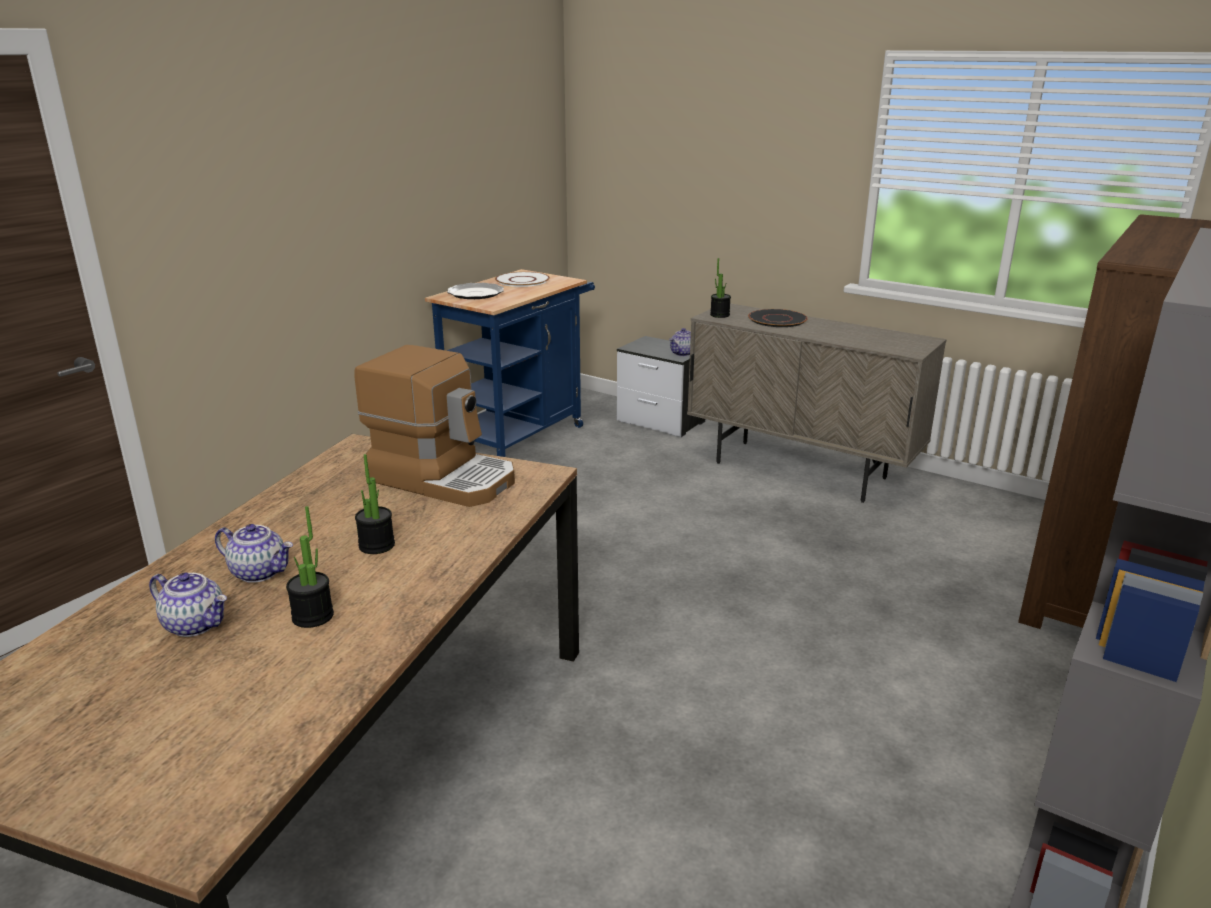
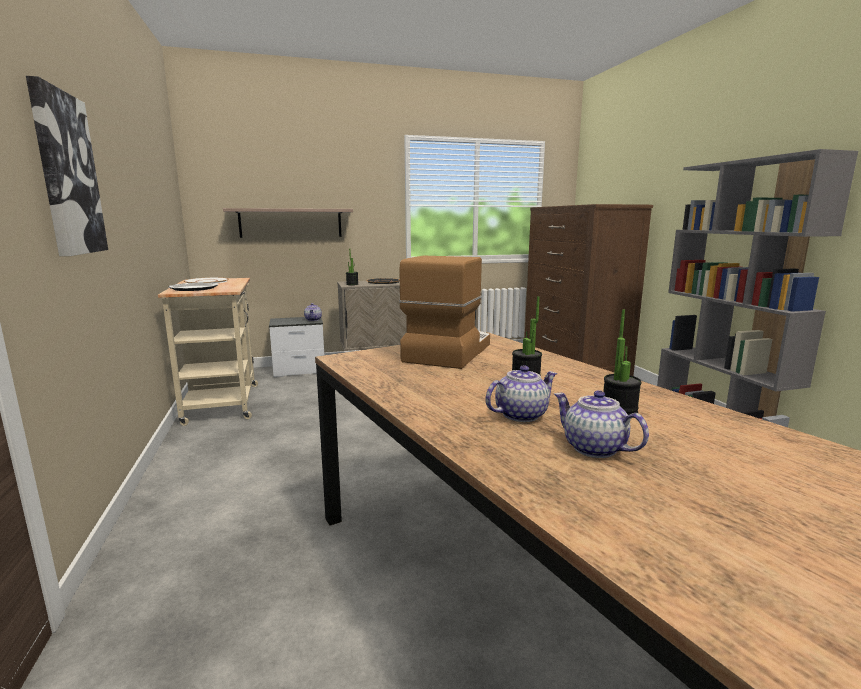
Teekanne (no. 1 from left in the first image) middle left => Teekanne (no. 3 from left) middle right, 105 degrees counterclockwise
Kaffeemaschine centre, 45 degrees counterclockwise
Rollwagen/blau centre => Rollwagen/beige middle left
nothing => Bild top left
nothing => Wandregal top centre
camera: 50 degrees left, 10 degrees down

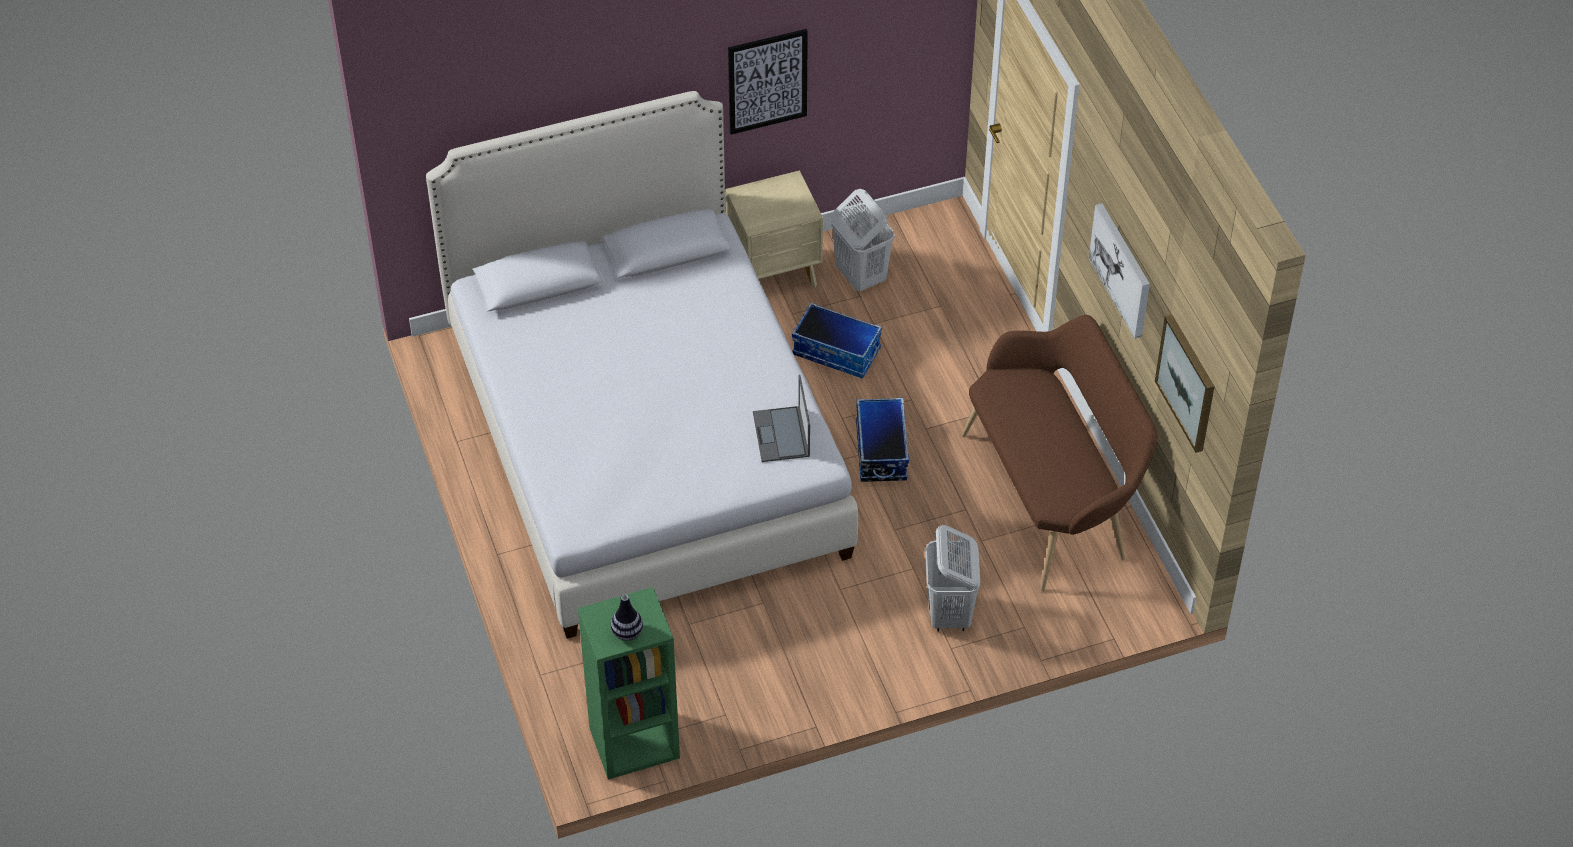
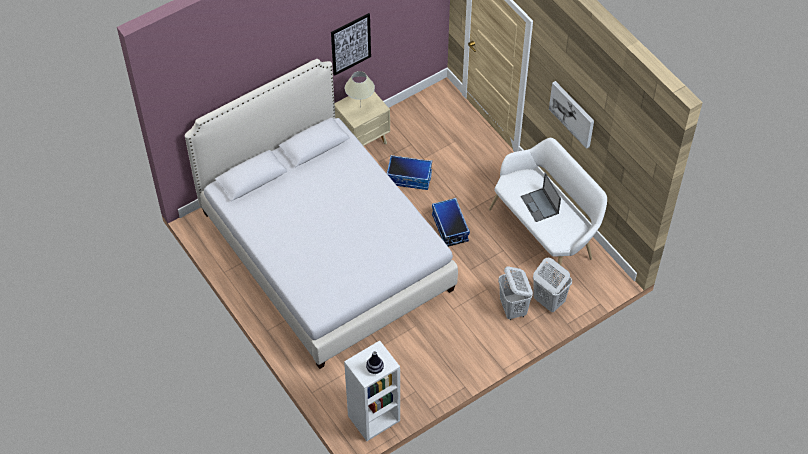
Bücherregal/grün bottom centre => Bücherregal/weiß bottom centre
Laptop centre => Laptop middle right, relocated
Wäschekorb/weiß (no. 1 from left in the first image) top centre => Wäschekorb/weiß (no. 2 from left) middle right, relocated
Bank/braun middle right => Bank/weiß middle right
Bild (no. 3 from left) middle right => nothing
nothing => Tischlampe/beige top centre
camera: 15 degrees left, 5 degrees up

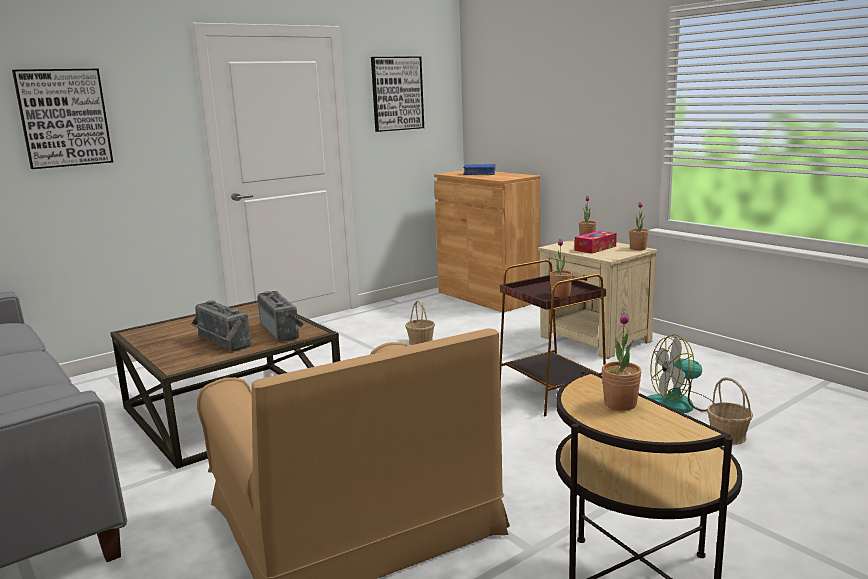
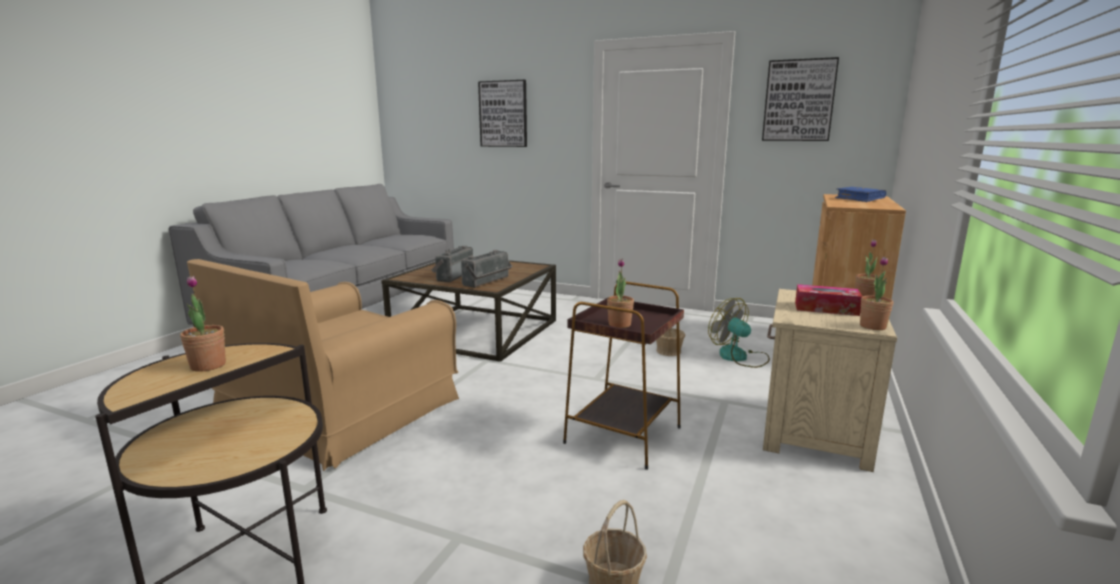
Ventilator middle right => Ventilator centre, relocated
camera: 60 degrees right, 0 degrees up

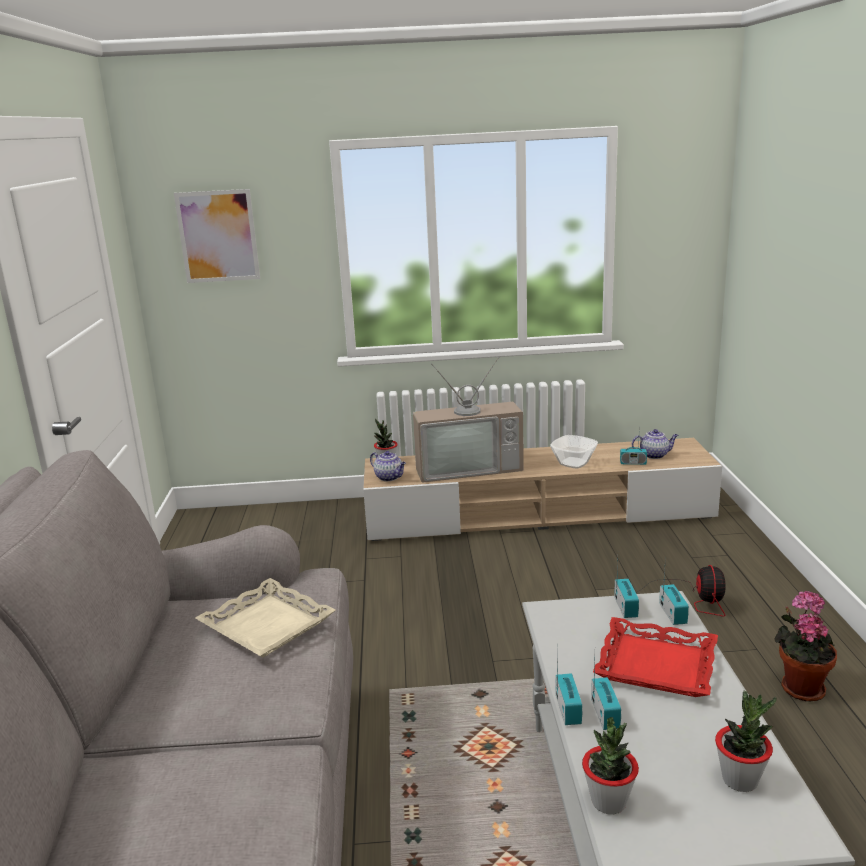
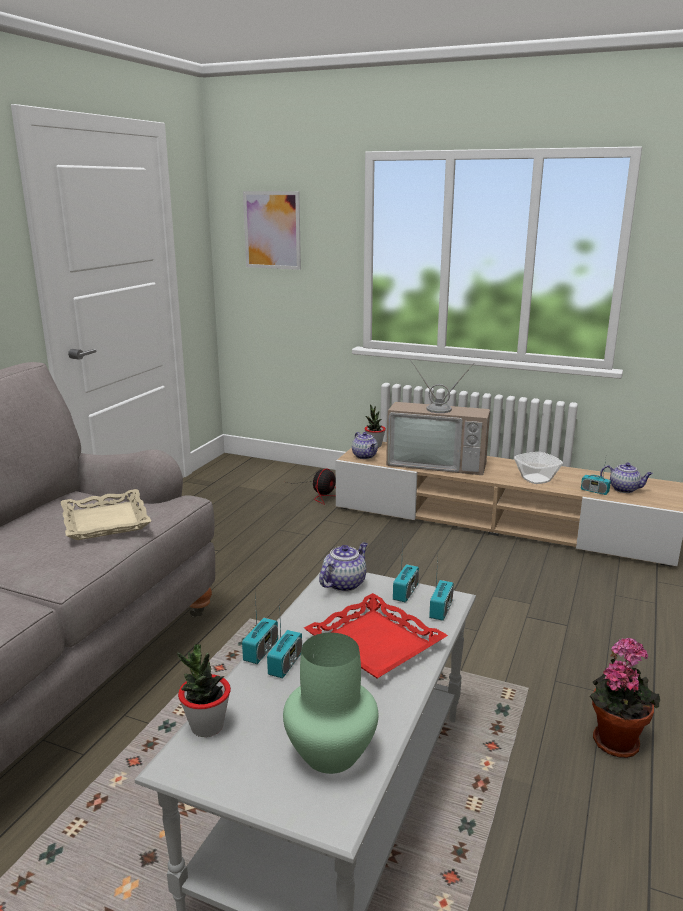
Ventilator bottom right => Ventilator centre, relocated
Topfpflanze (no. 3 from left) bottom right => Vase/grün bottom centre
nothing => Teekanne (no. 1 from left) centre
camera: 25 degrees right, 0 degrees up

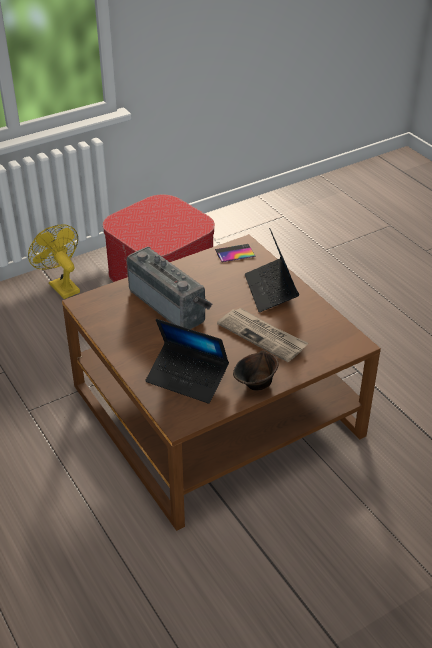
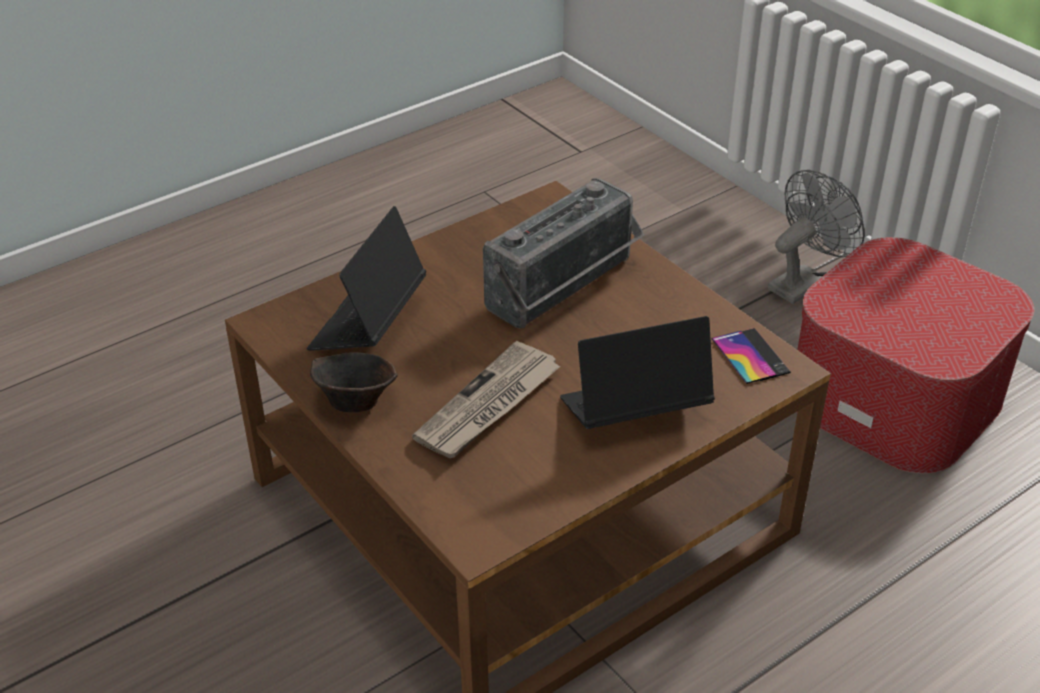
Ventilator/gelb middle left => Ventilator/grau middle right
camera: 85 degrees right, 0 degrees up

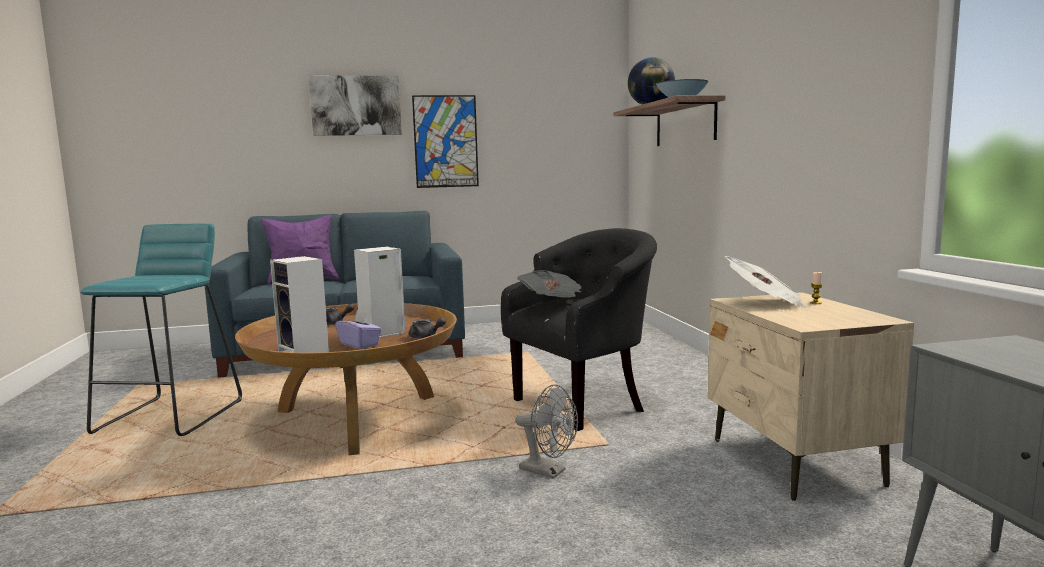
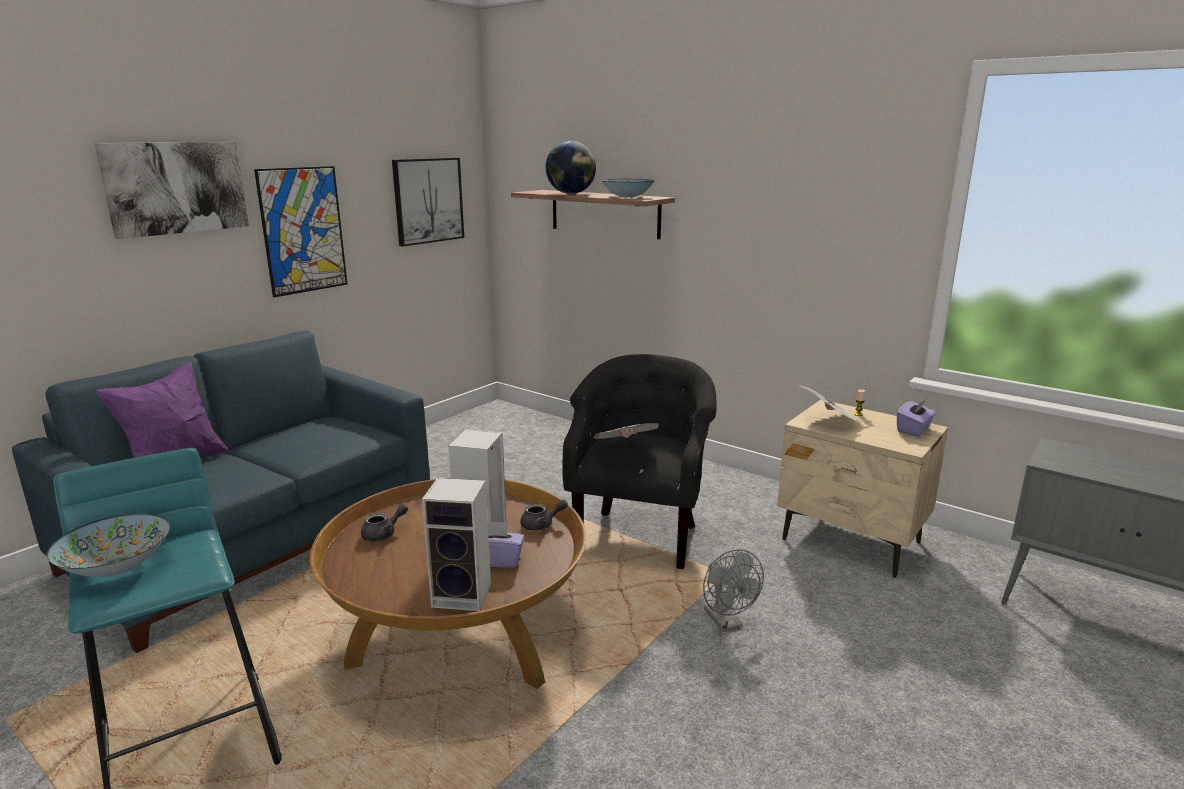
Ventilator/grau bottom centre, 75 degrees clockwise
nothing => Schüssel (no. 1 from left) bottom left
nothing => Bild (no. 3 from left) top centre
nothing => Taschentuchbox/lila (no. 2 from left) middle right
camera: 40 degrees left, 10 degrees up

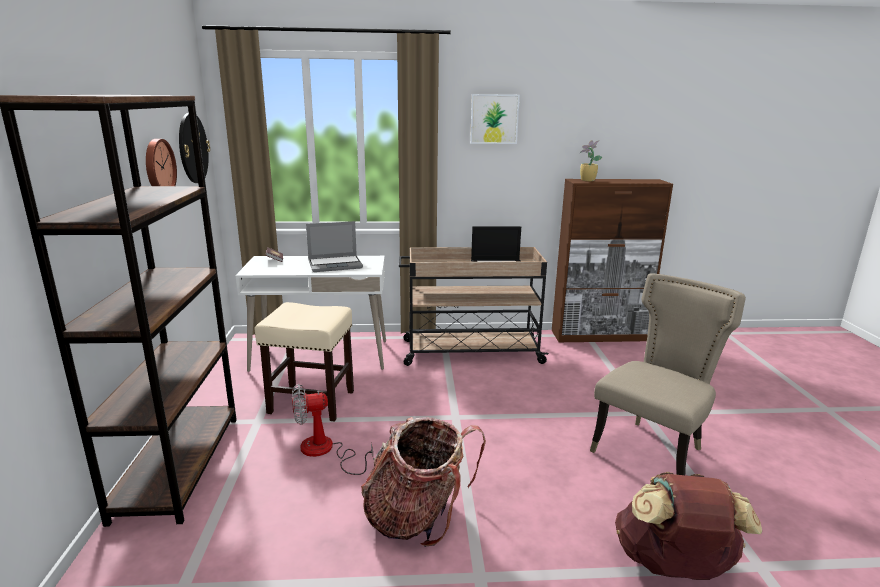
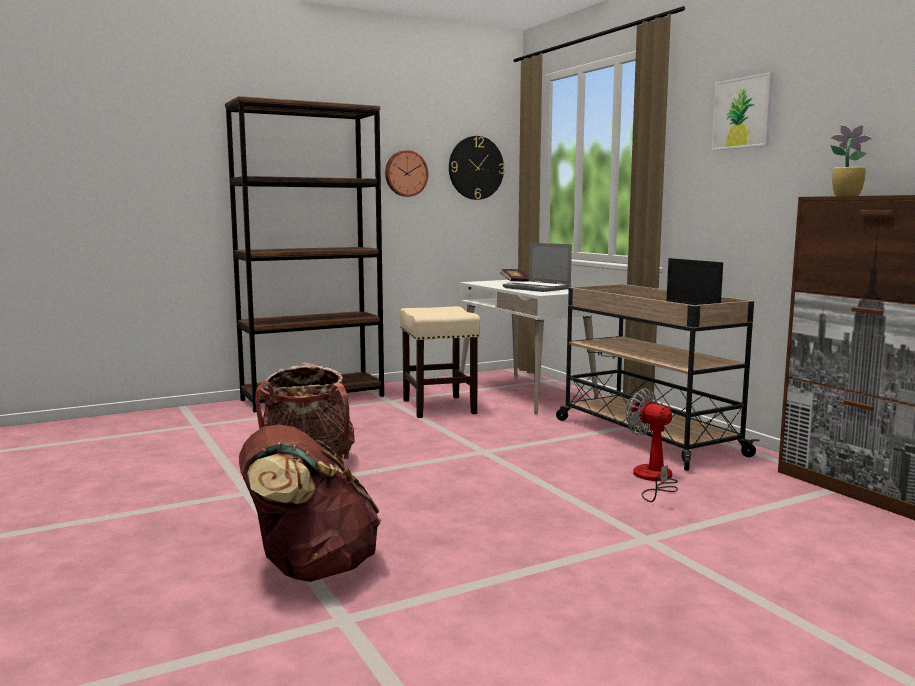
Ventilator bottom centre => Ventilator middle right, relocated
Stuhl/beige middle right => nothing
camera: 65 degrees right, 10 degrees down

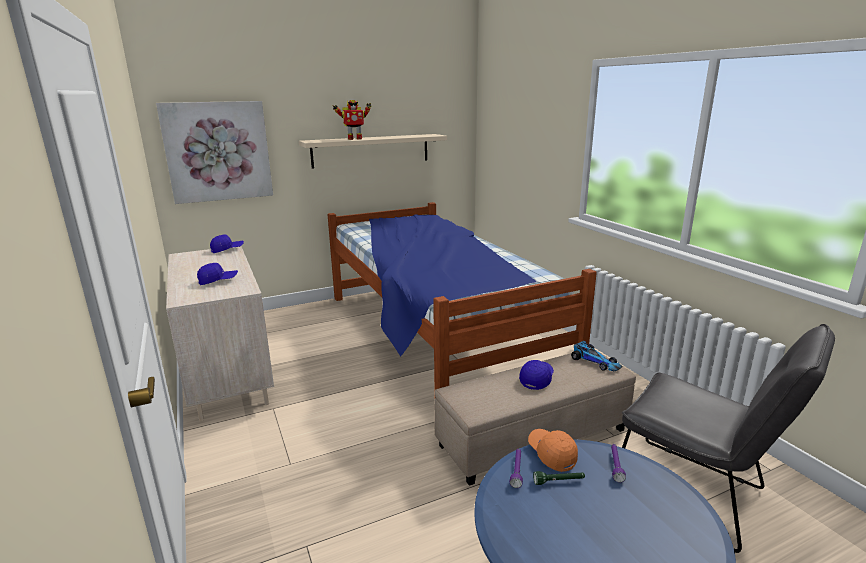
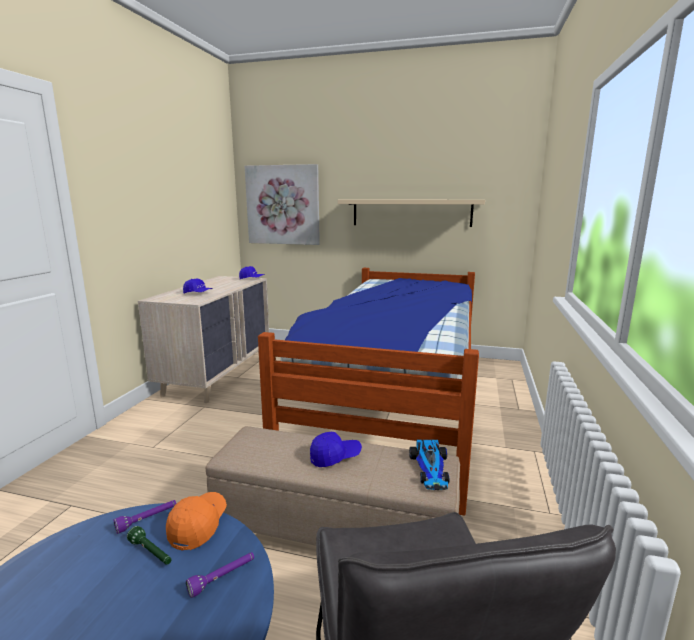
Spielzeugroboter top centre => nothing
camera: 40 degrees right, 5 degrees down

